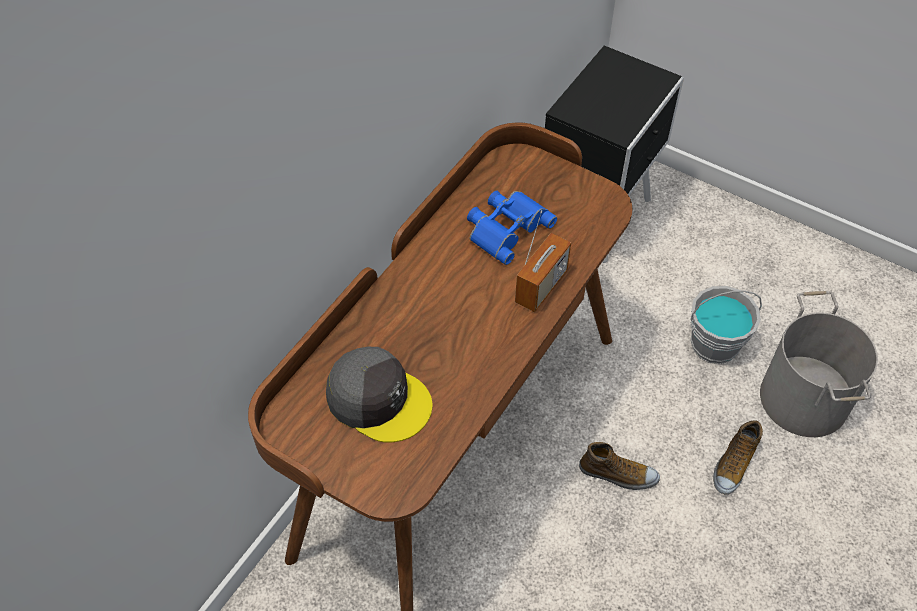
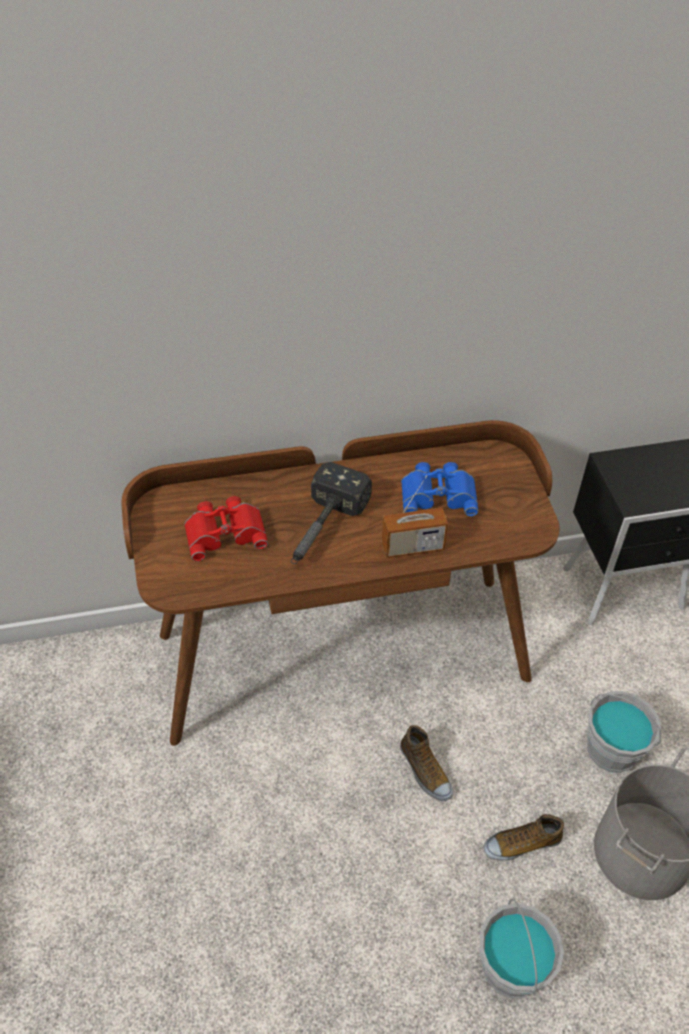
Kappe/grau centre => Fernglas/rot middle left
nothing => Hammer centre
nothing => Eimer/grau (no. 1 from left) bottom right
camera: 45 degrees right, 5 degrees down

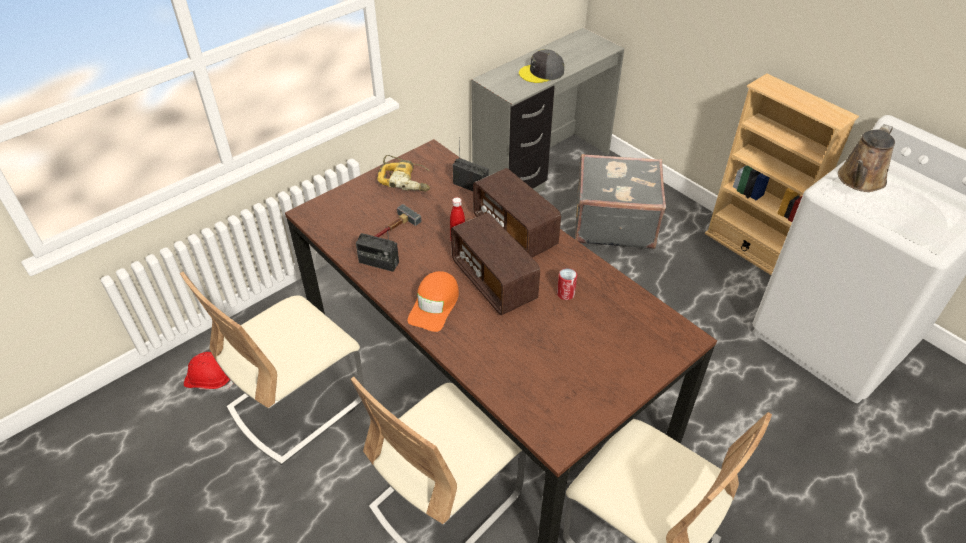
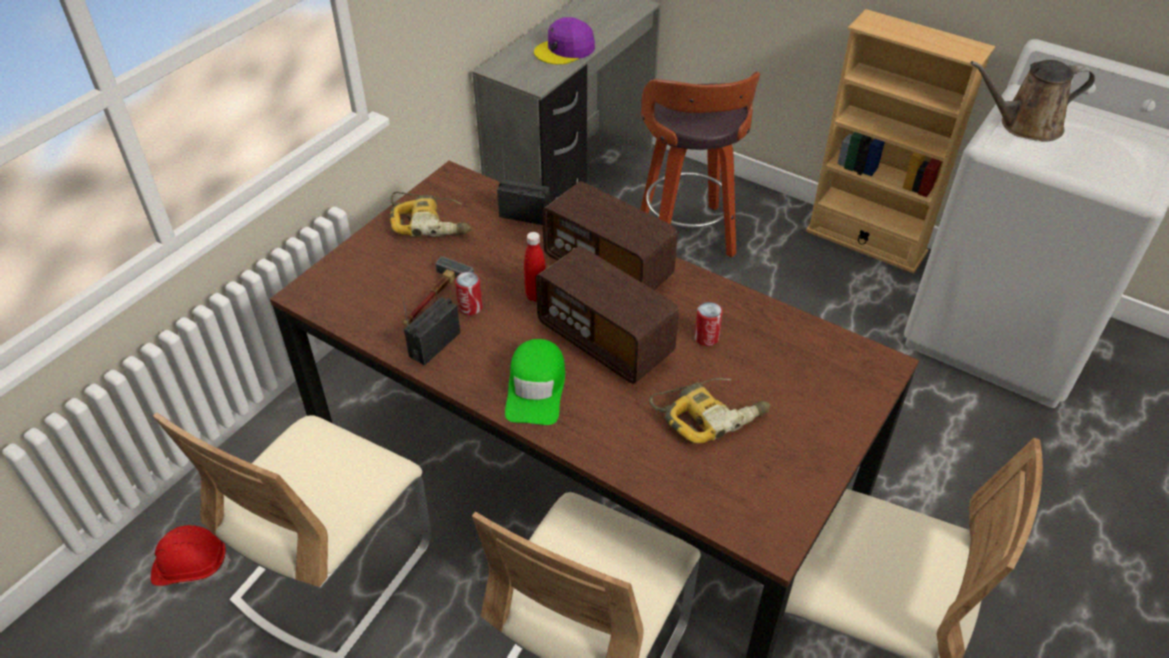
Radio (no. 1 from left) centre, 120 degrees clockwise
Kappe/orange centre => Kappe/grün centre
Kappe/grau top centre => Kappe/lila top centre
Koffer/grau centre => Hocker top centre
Gießkanne/braun top right, 60 degrees clockwise
nothing => Dose (no. 1 from left) centre
nothing => Bohrmaschine (no. 2 from left) centre
camera: 15 degrees left, 0 degrees up

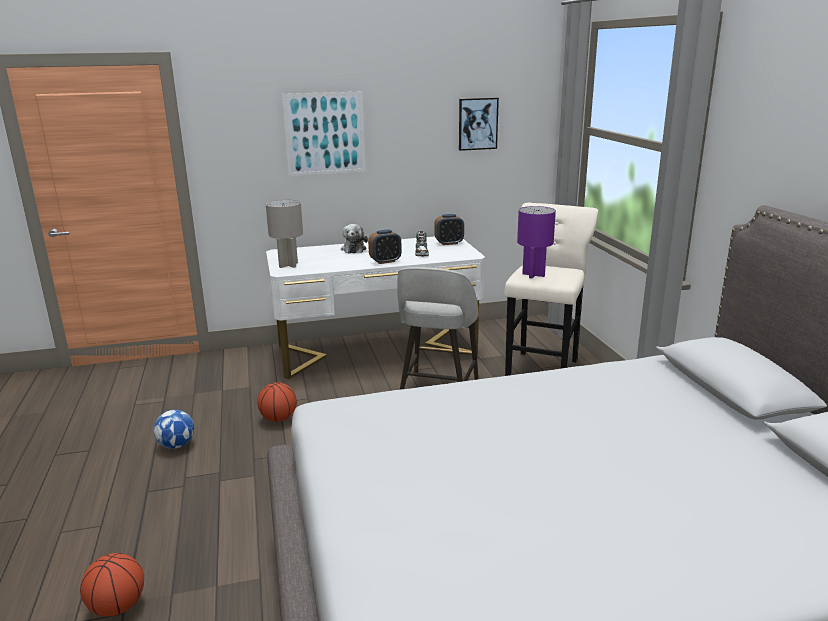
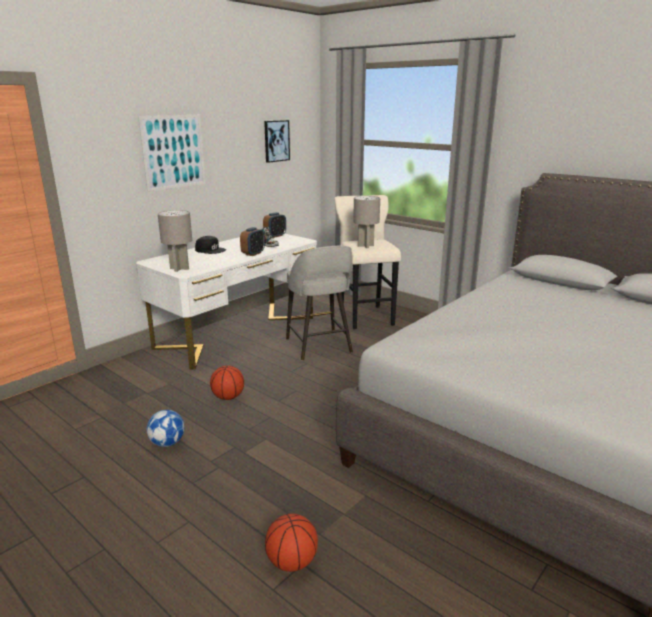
Plüschtier centre => Kappe/schwarz middle left
Tischlampe/lila centre => Tischlampe/grau (no. 2 from left) centre
camera: 35 degrees left, 0 degrees up

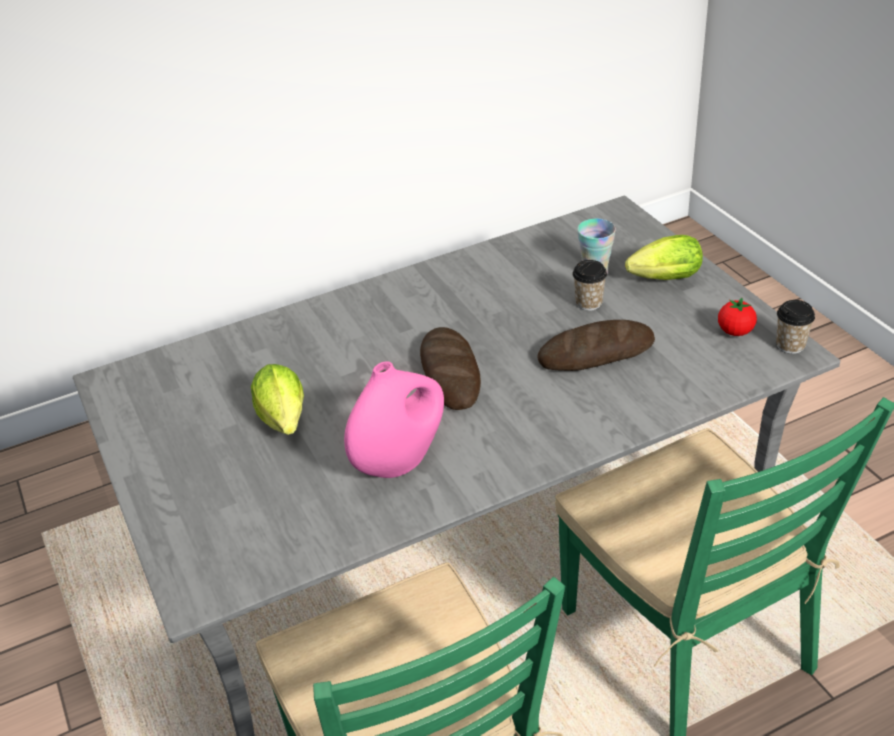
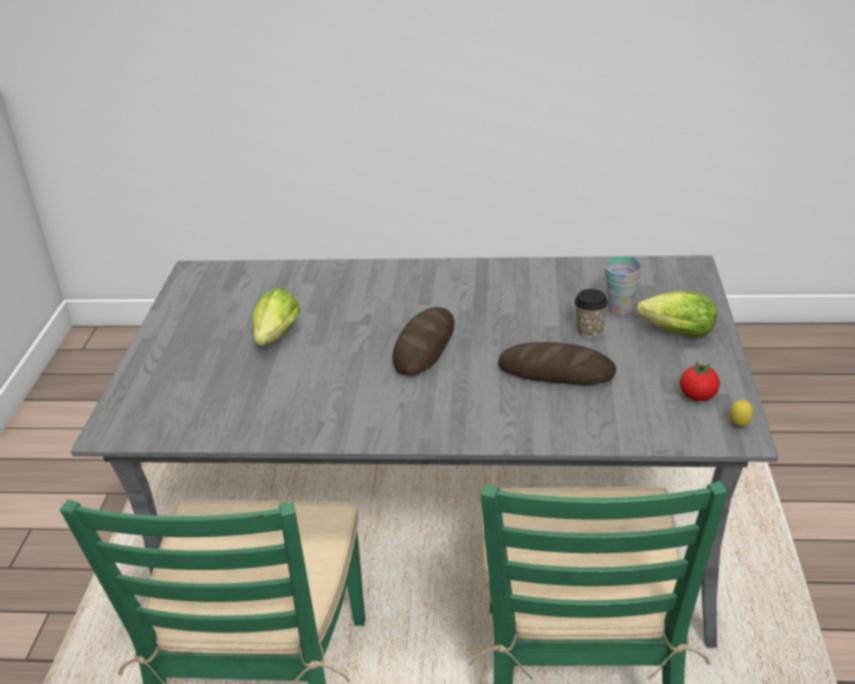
Vase/rosa centre => nothing
Tasse (no. 3 from left) middle right => Zitrone middle right
camera: 30 degrees right, 5 degrees down

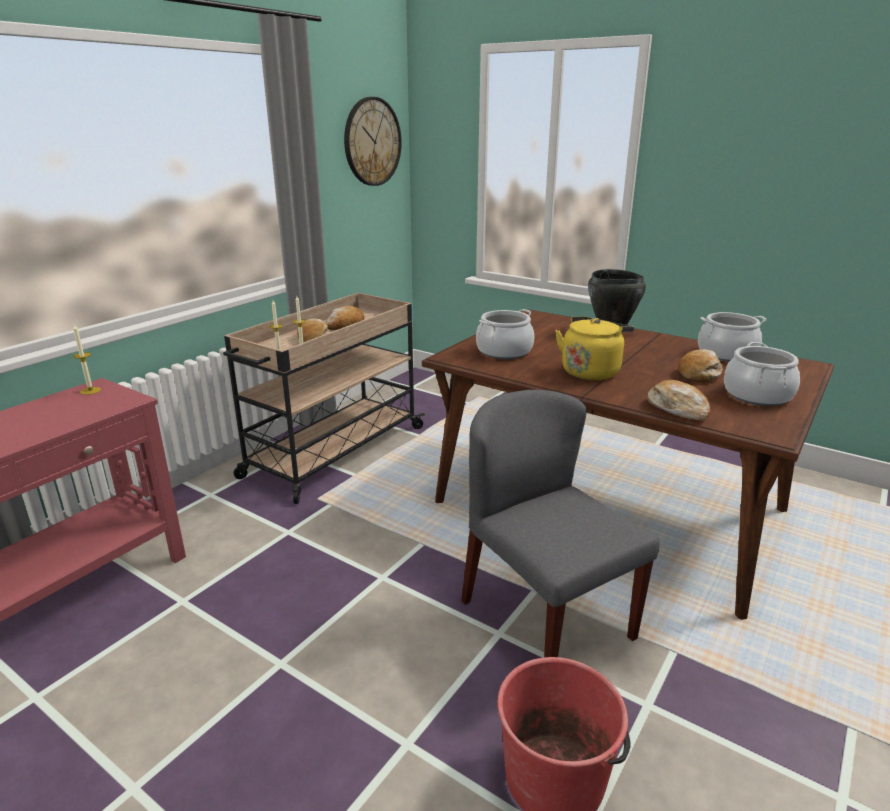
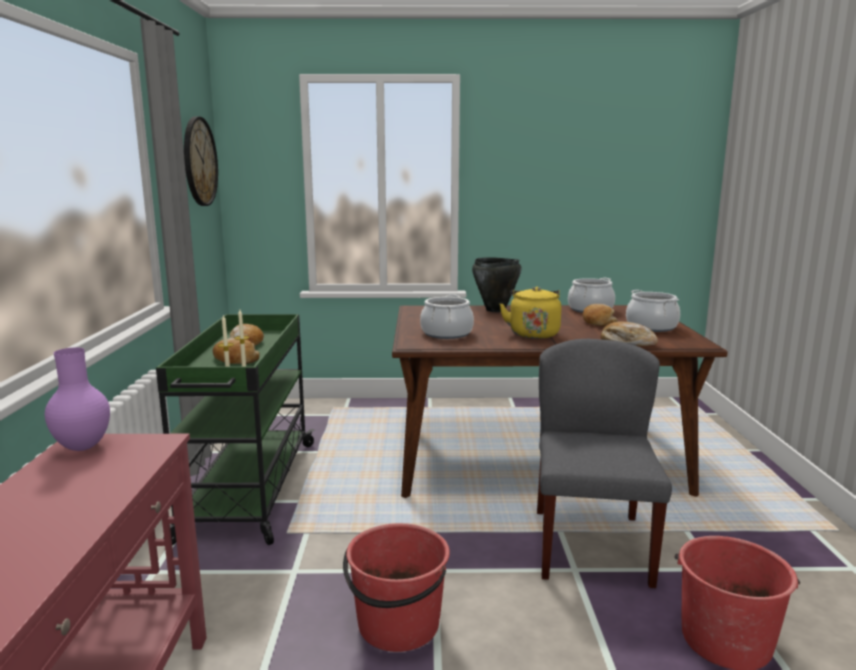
Kerze (no. 1 from left) middle left => Vase/lila middle left
Rollwagen/beige centre => Rollwagen/grün middle left
Stuhl/grau centre => Stuhl/grau bottom right, 75 degrees clockwise
nothing => Eimer/rot (no. 1 from left) bottom centre
camera: 35 degrees left, 10 degrees down

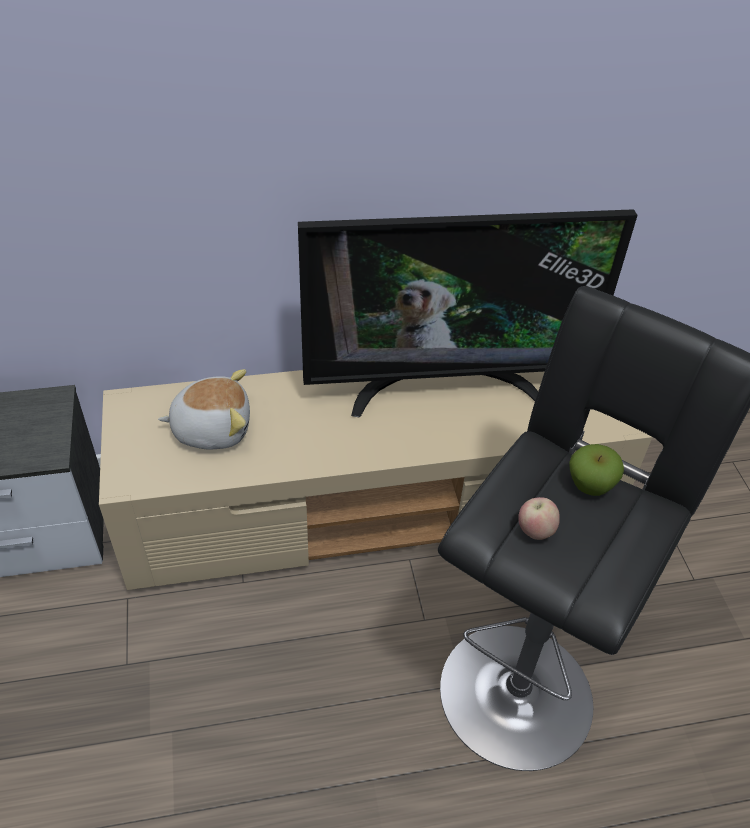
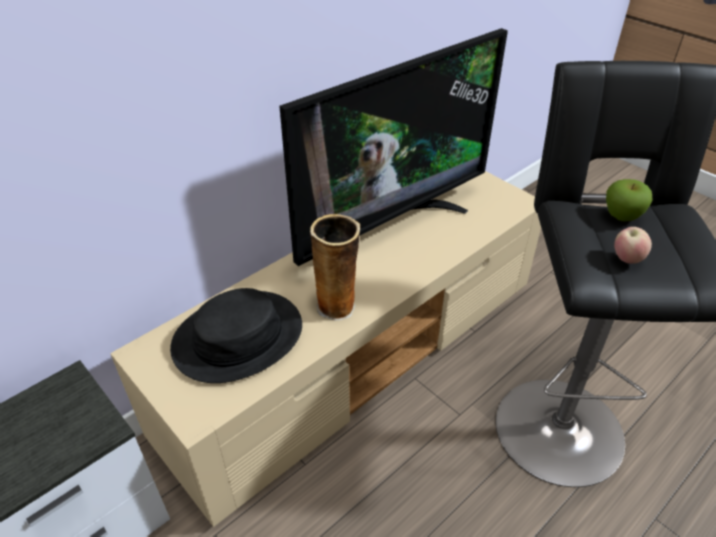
Plüschtier middle left => Hut/schwarz middle left
nothing => Vase centre
camera: 30 degrees left, 5 degrees down

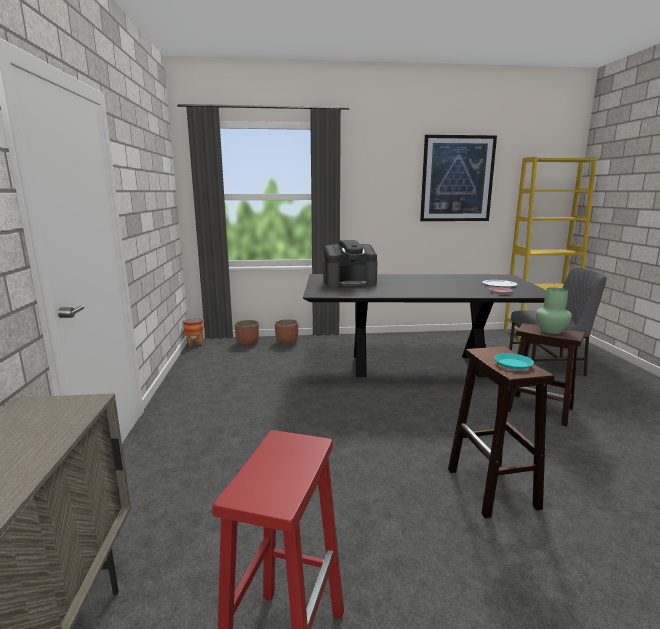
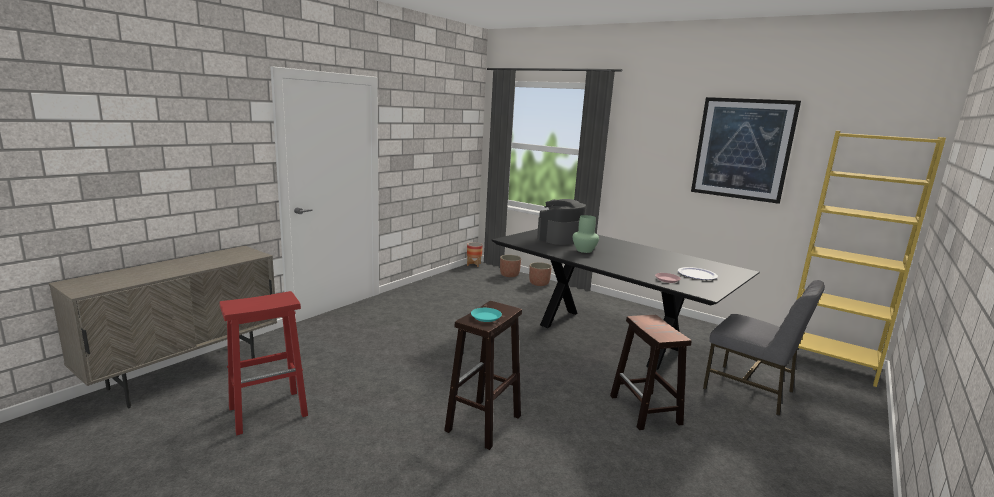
Kaffeemaschine centre, 105 degrees clockwise
Vase/grün middle right => Vase/grün centre, relocated
camera: 40 degrees right, 0 degrees up

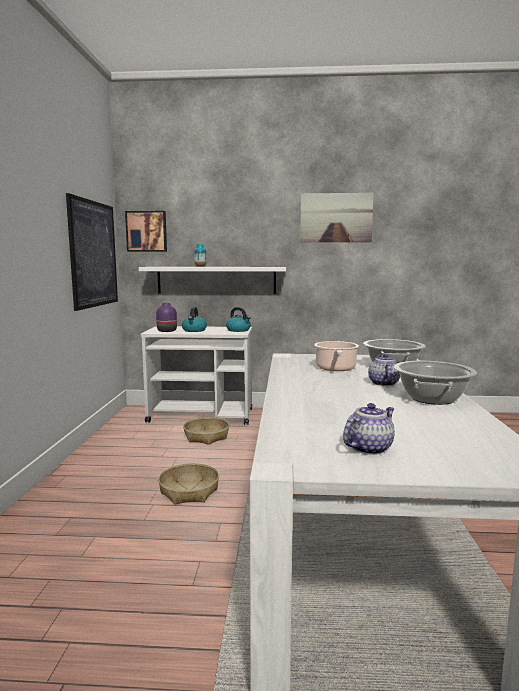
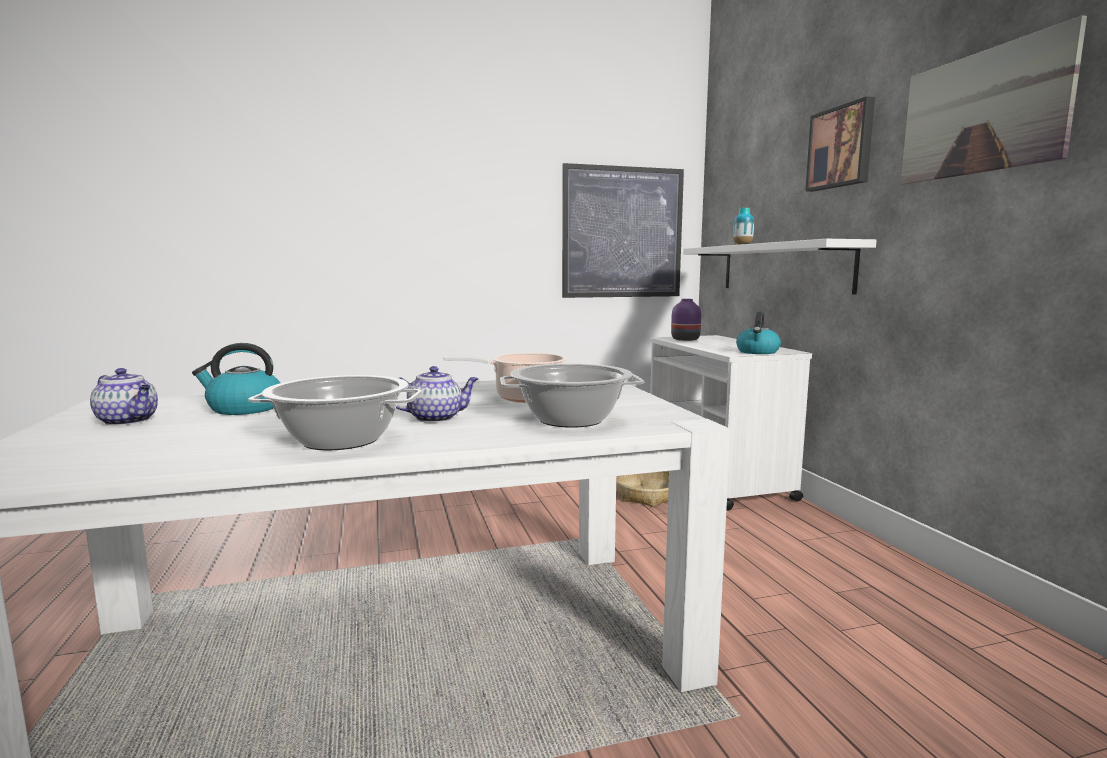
Bild (no. 2 from left) middle left => Bild (no. 2 from left) top right, relocated
Korb (no. 1 from left) bottom centre => nothing
Wasserkessel (no. 1 from left) centre => Wasserkessel (no. 1 from left) middle left, relocated
camera: 70 degrees right, 0 degrees up

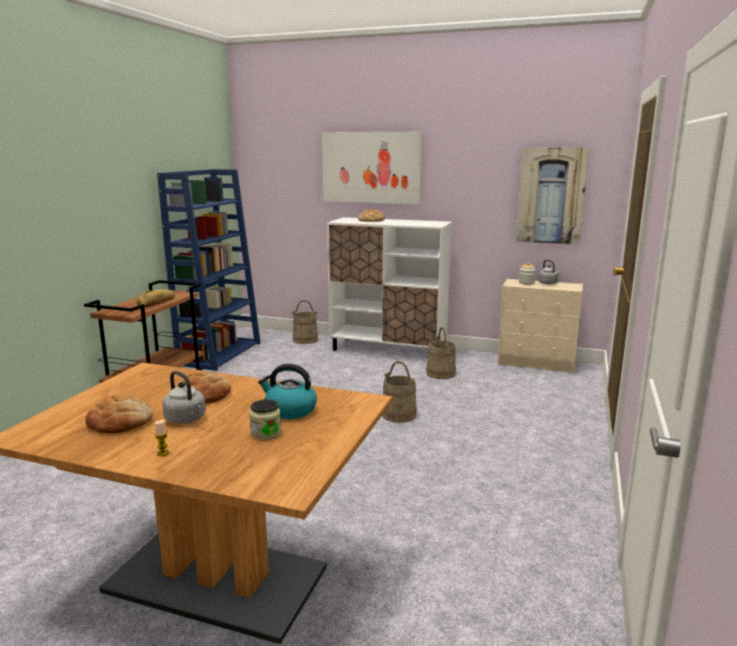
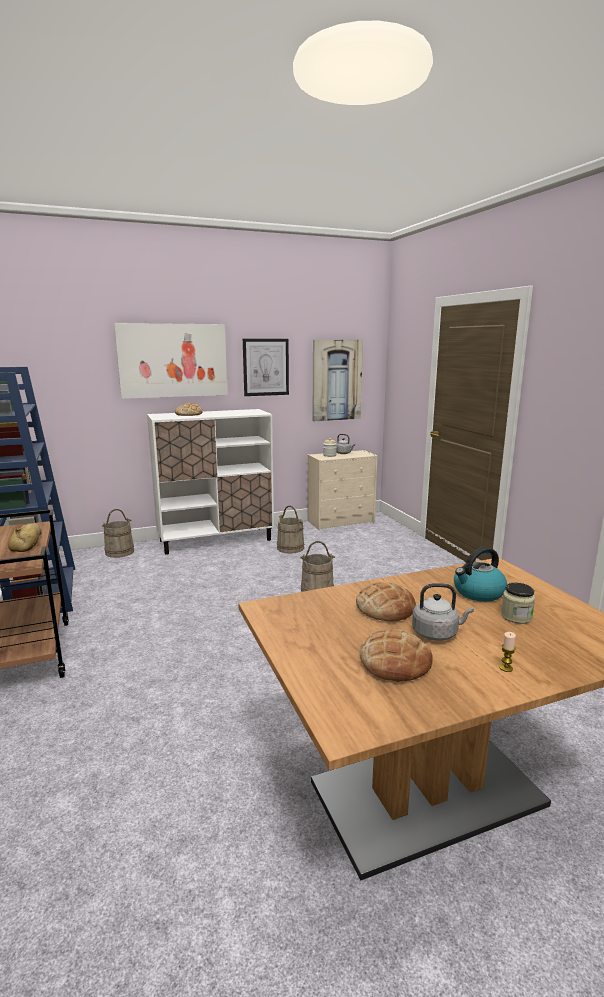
nothing => Bild (no. 2 from left) centre
camera: 40 degrees left, 0 degrees up

